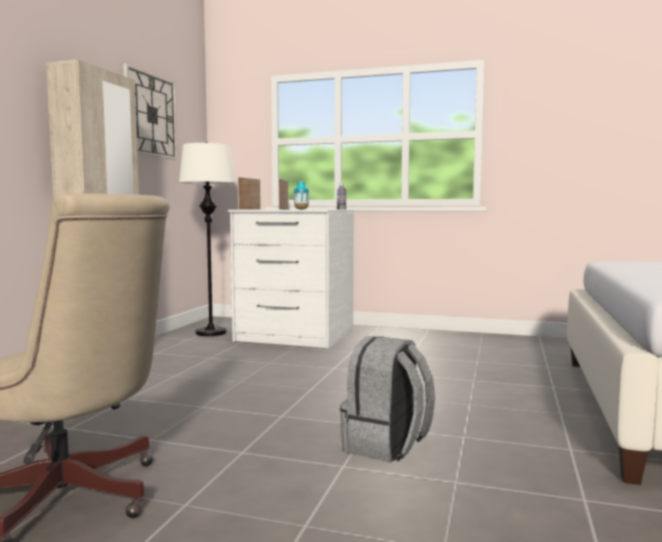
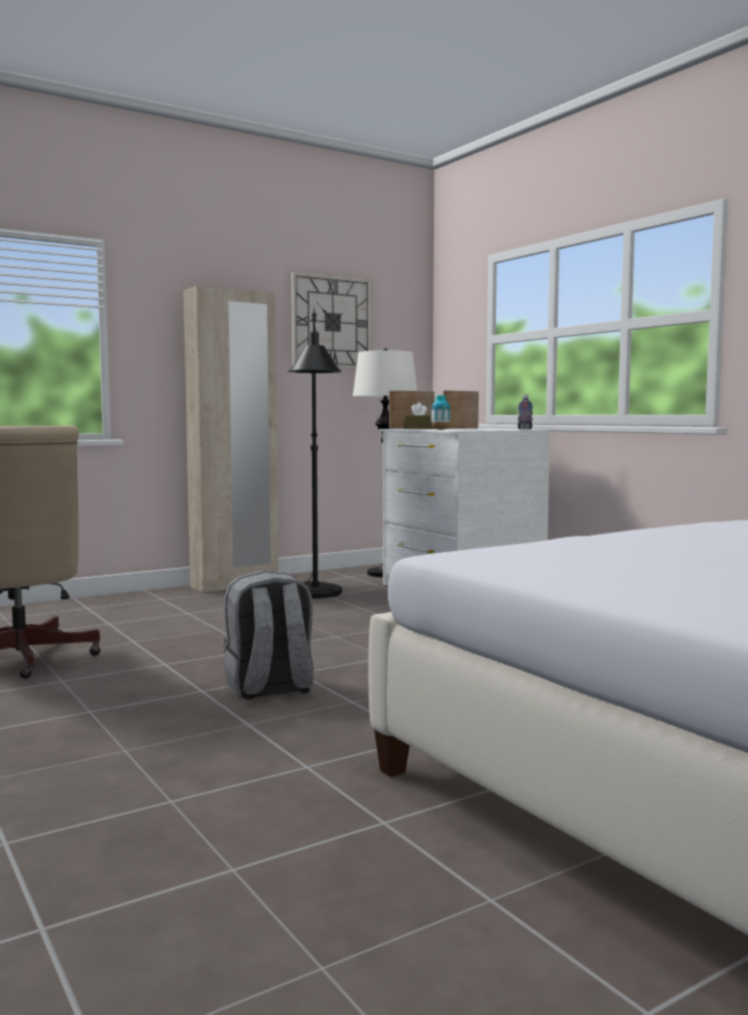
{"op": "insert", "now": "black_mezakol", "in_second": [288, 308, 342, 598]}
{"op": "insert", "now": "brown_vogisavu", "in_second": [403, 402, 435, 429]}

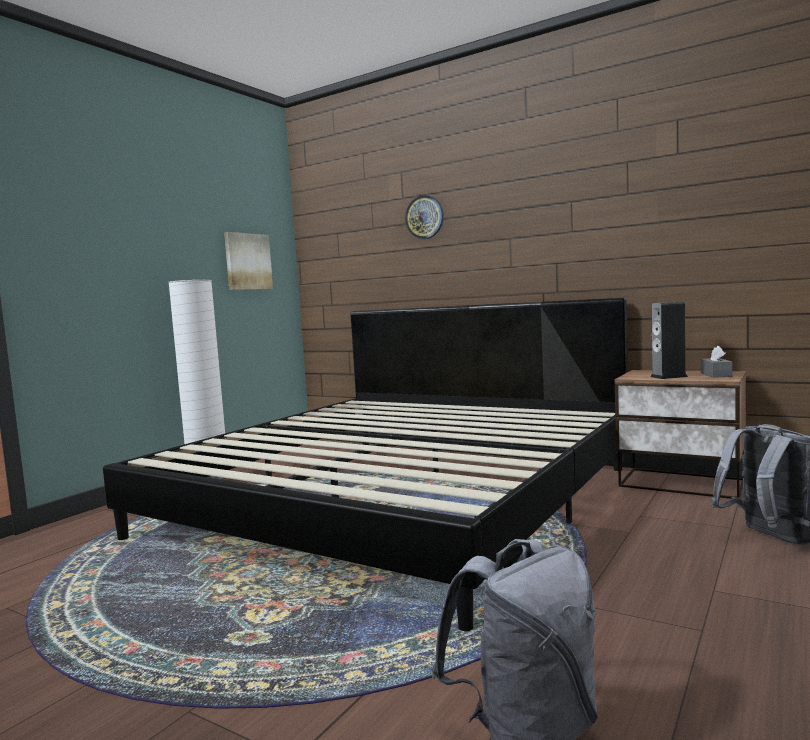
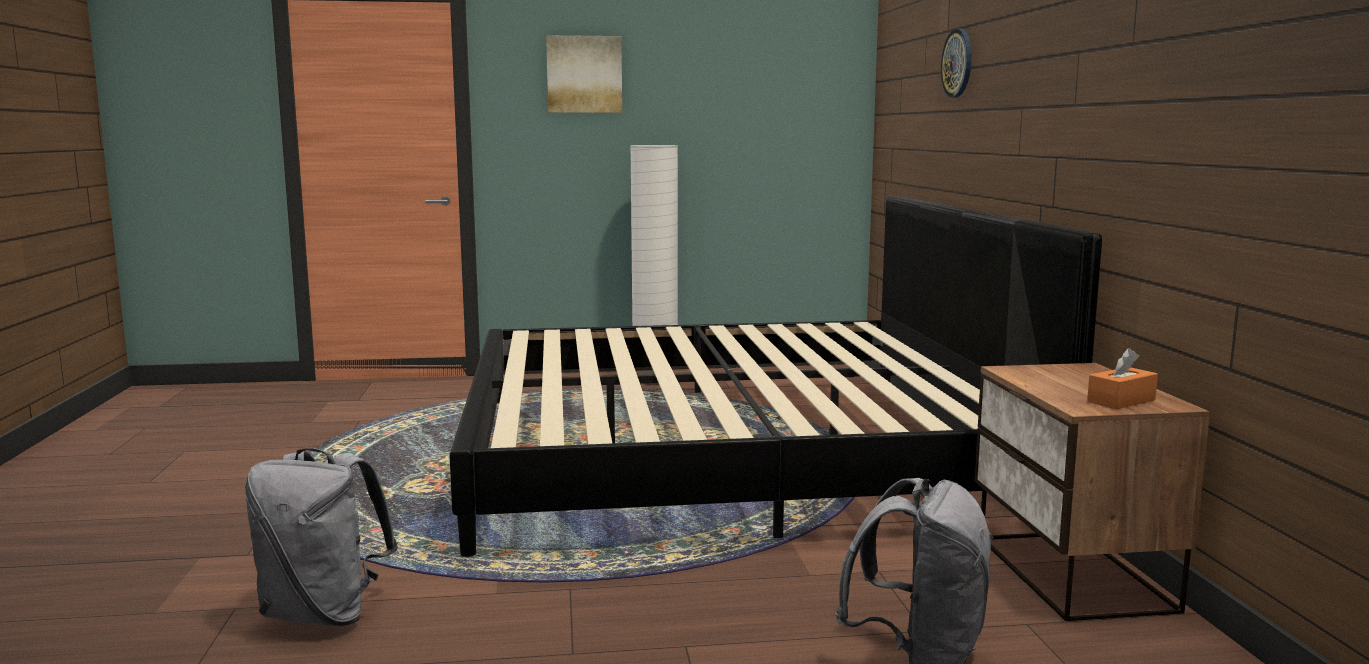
{"op": "move", "was": "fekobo", "in_first": [224, 232, 273, 290], "in_second": [546, 35, 622, 113]}
{"op": "recolor", "was": "grey_vogisavu", "now": "orange_vogisavu", "in_first": [701, 346, 732, 378], "in_second": [1087, 348, 1158, 409]}
{"op": "delete", "was": "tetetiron", "in_first": [650, 302, 688, 379]}

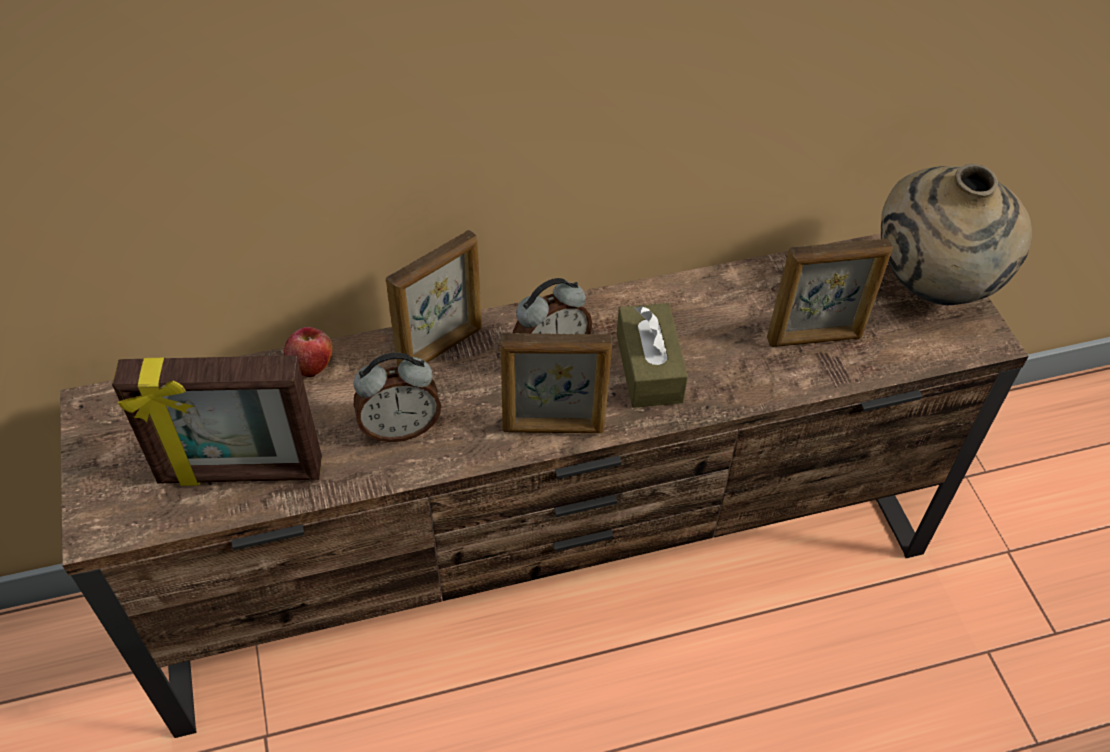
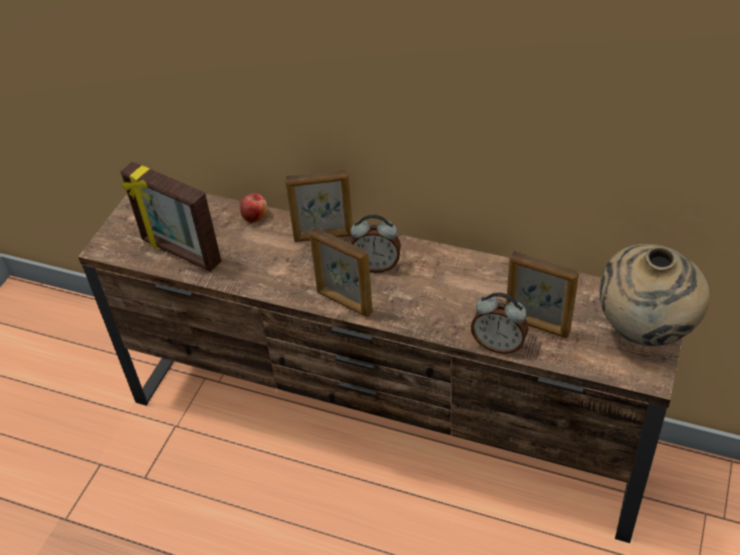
{"op": "move", "was": "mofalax", "in_first": [354, 353, 441, 442], "in_second": [471, 292, 529, 354]}
{"op": "delete", "was": "brown_vogisavu", "in_first": [617, 303, 688, 408]}

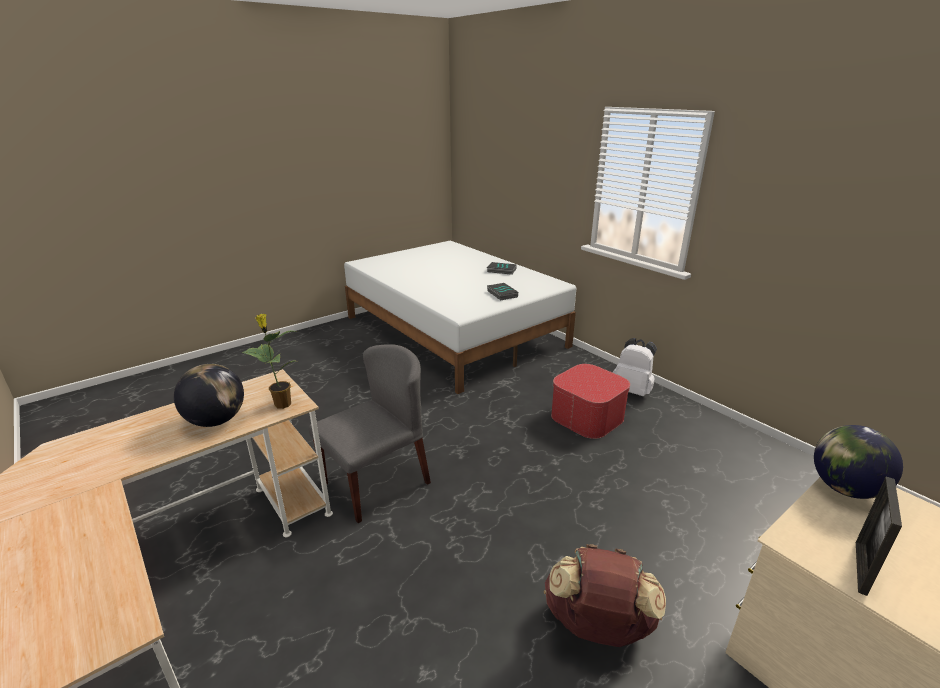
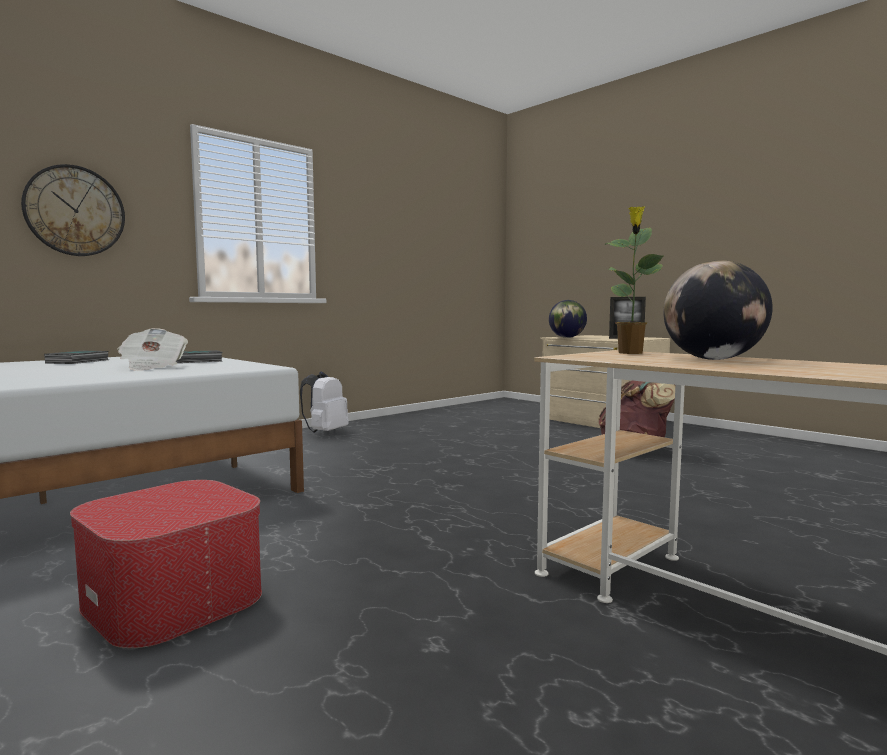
{"op": "insert", "now": "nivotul", "in_second": [21, 164, 125, 256]}
{"op": "move", "was": "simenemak", "in_first": [551, 364, 630, 439], "in_second": [70, 480, 262, 648]}
{"op": "insert", "now": "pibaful", "in_second": [117, 328, 188, 371]}
{"op": "delete", "was": "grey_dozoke", "in_first": [309, 344, 431, 523]}

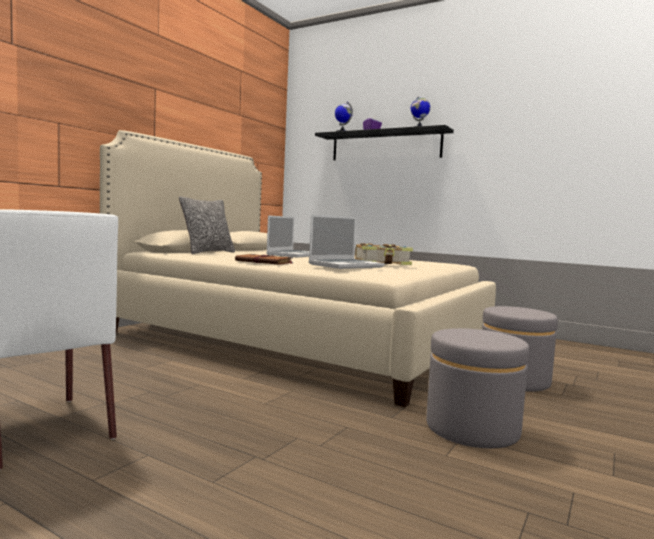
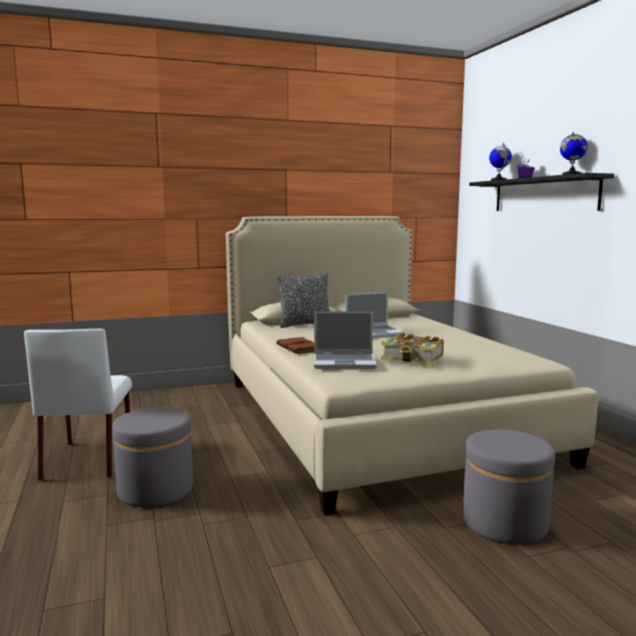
{"op": "move", "was": "grey_simenemak", "in_first": [426, 328, 529, 448], "in_second": [112, 407, 193, 507]}

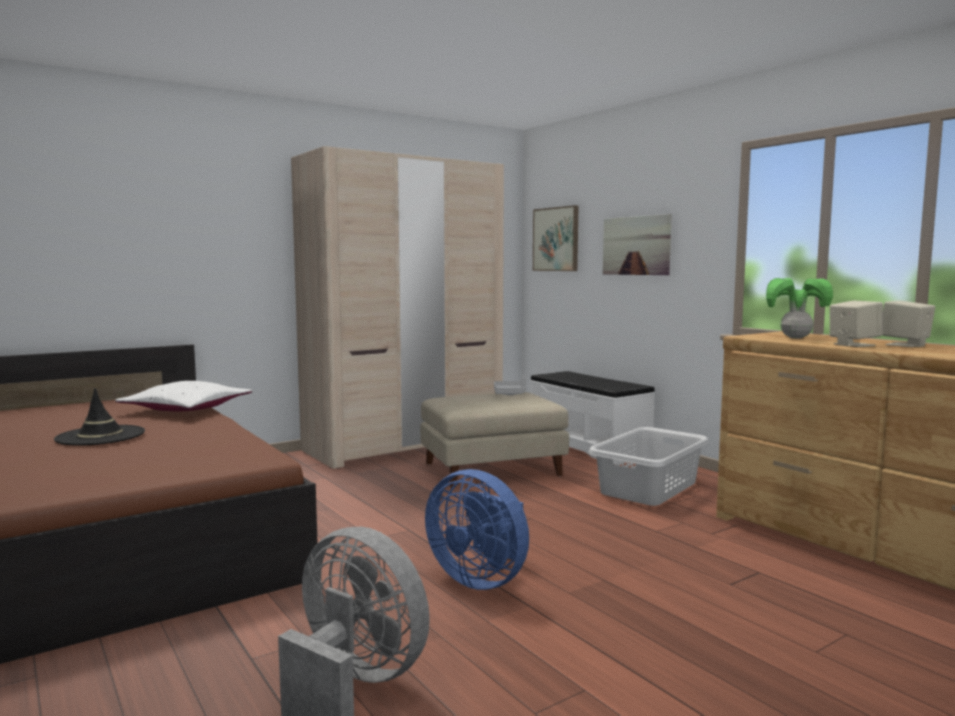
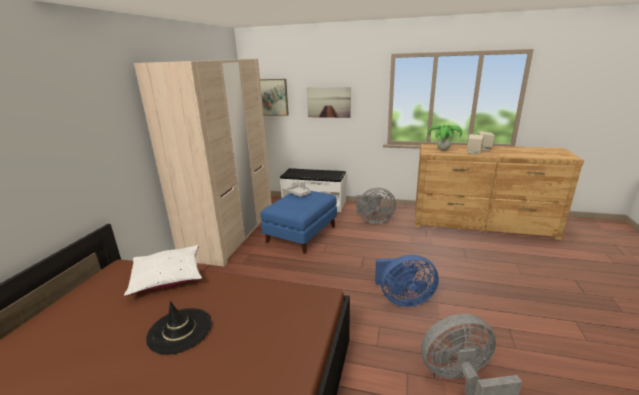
{"op": "recolor", "was": "beige_simenemak", "now": "blue_simenemak", "in_first": [420, 392, 569, 488], "in_second": [261, 191, 337, 254]}
{"op": "replace", "was": "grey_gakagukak", "now": "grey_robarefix", "in_first": [588, 427, 709, 506], "in_second": [356, 188, 396, 224]}

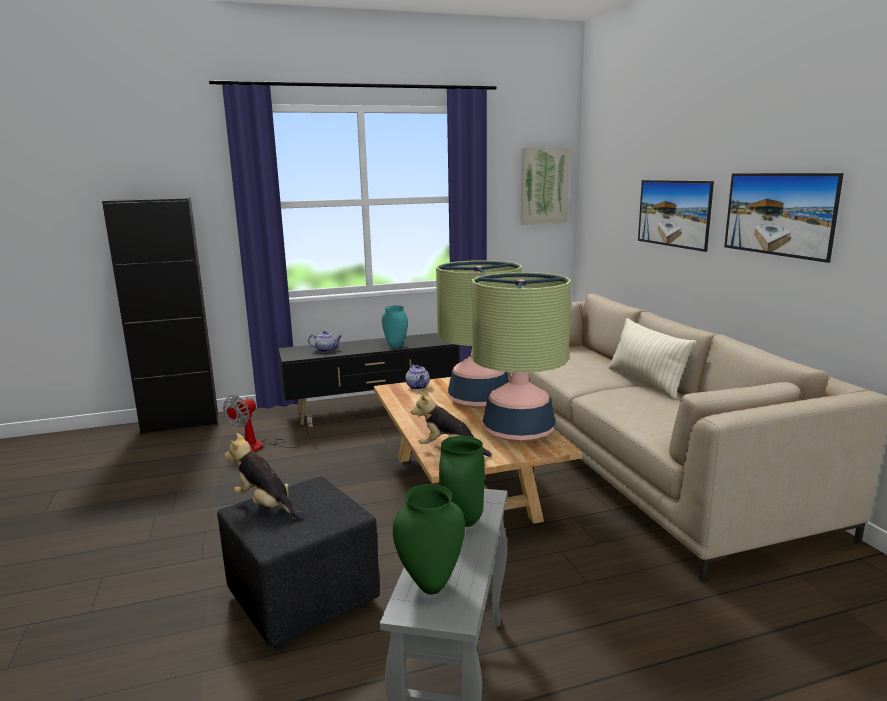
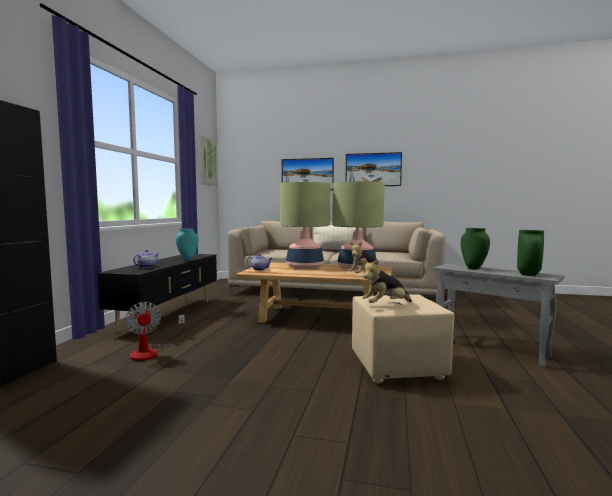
{"op": "recolor", "was": "black_simenemak", "now": "beige_simenemak", "in_first": [217, 476, 380, 649], "in_second": [352, 294, 455, 383]}

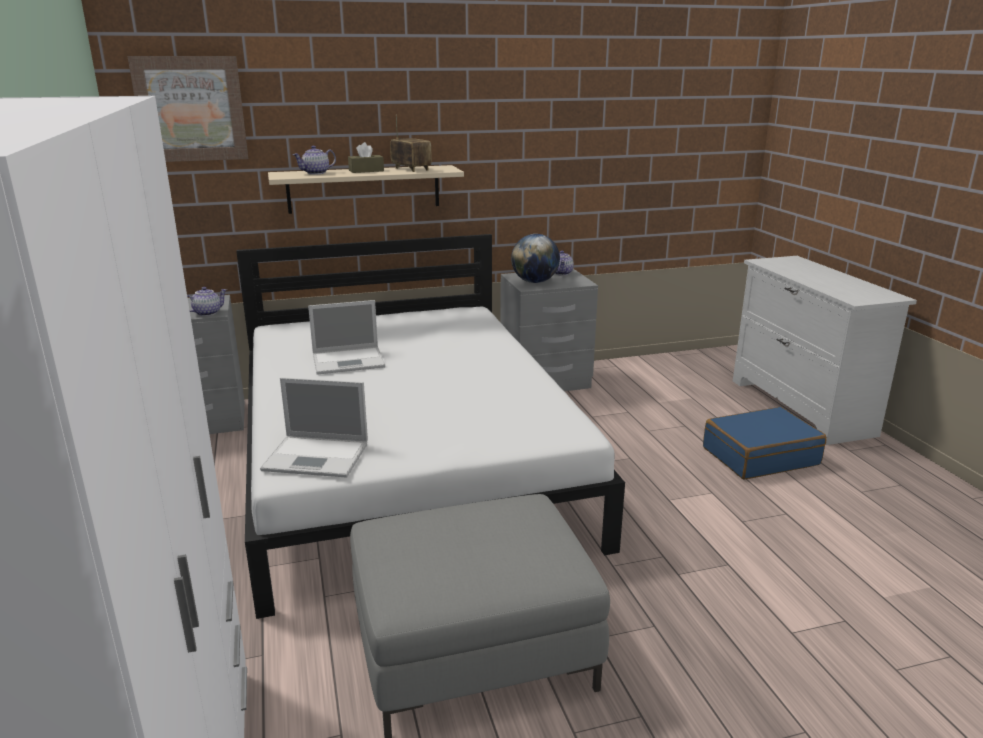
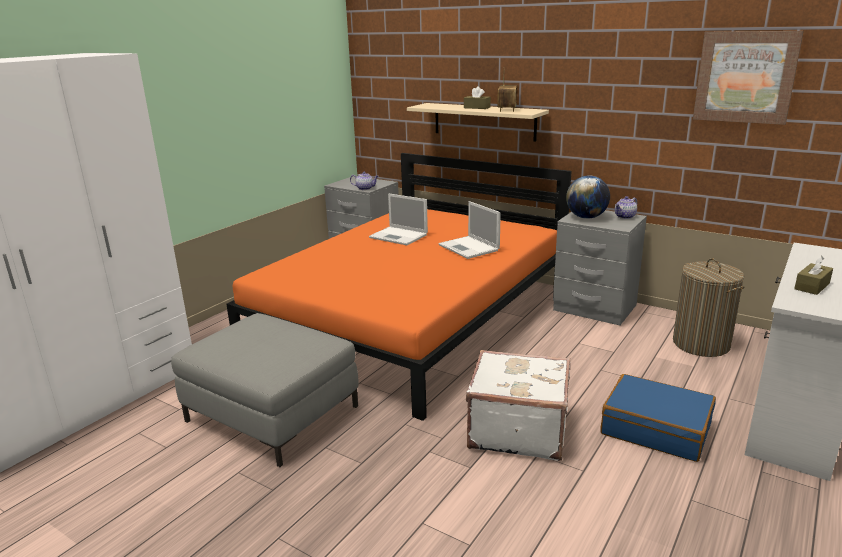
{"op": "recolor", "was": "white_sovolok", "now": "orange_sovolok", "in_first": [236, 234, 625, 619], "in_second": [226, 153, 572, 421]}
{"op": "move", "was": "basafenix", "in_first": [260, 377, 368, 478], "in_second": [439, 201, 501, 259]}
{"op": "insert", "now": "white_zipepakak", "in_second": [466, 350, 570, 461]}
{"op": "insert", "now": "gakagukak", "in_second": [673, 258, 745, 357]}
{"op": "move", "was": "fekobo", "in_first": [128, 56, 248, 162], "in_second": [693, 31, 804, 125]}
{"op": "insert", "now": "brown_vogisavu", "in_second": [794, 256, 833, 295]}
{"op": "delete", "was": "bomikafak", "in_first": [293, 146, 336, 175]}

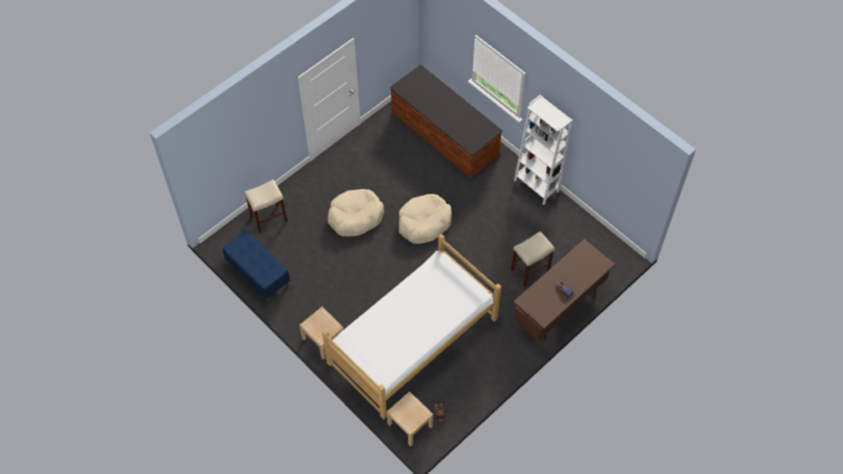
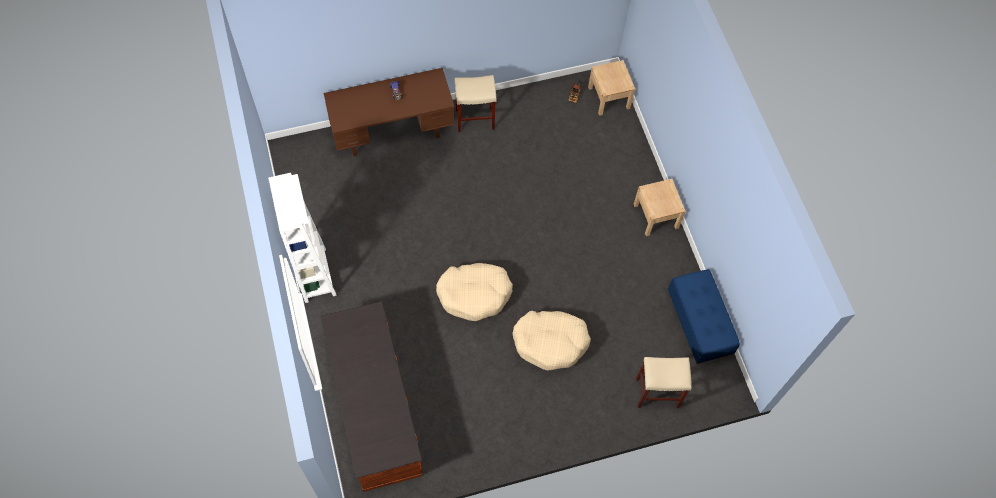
{"op": "move", "was": "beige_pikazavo", "in_first": [511, 231, 555, 287], "in_second": [455, 75, 496, 132]}
{"op": "delete", "was": "sovolok", "in_first": [322, 234, 501, 420]}

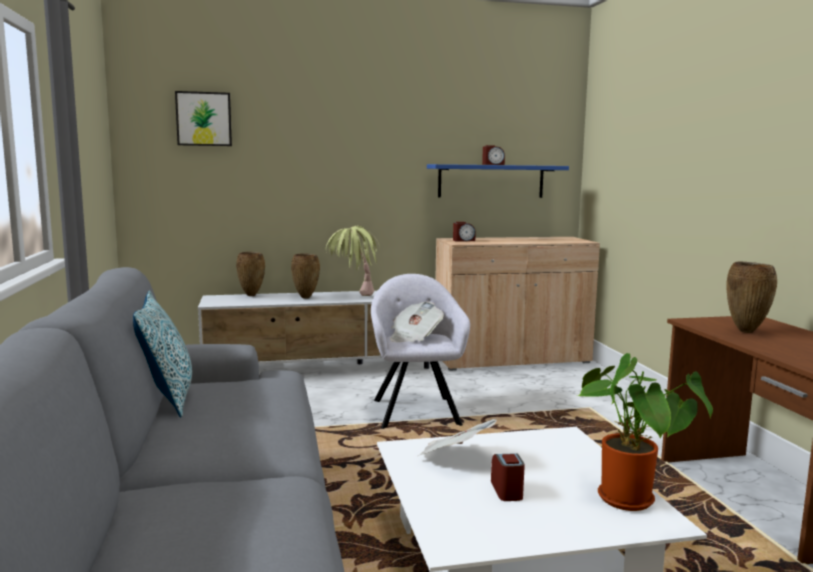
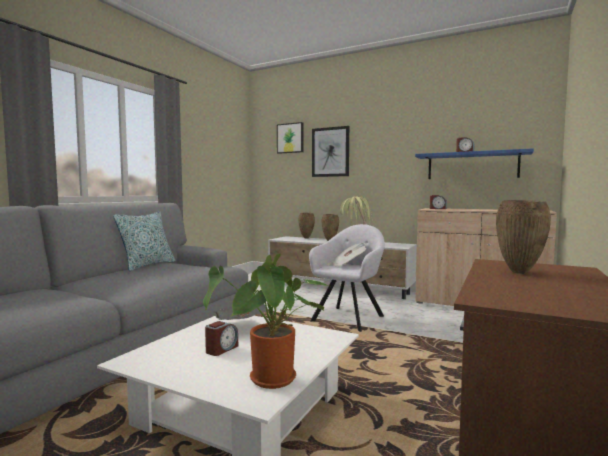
{"op": "insert", "now": "fekobo", "in_second": [312, 126, 349, 177]}

